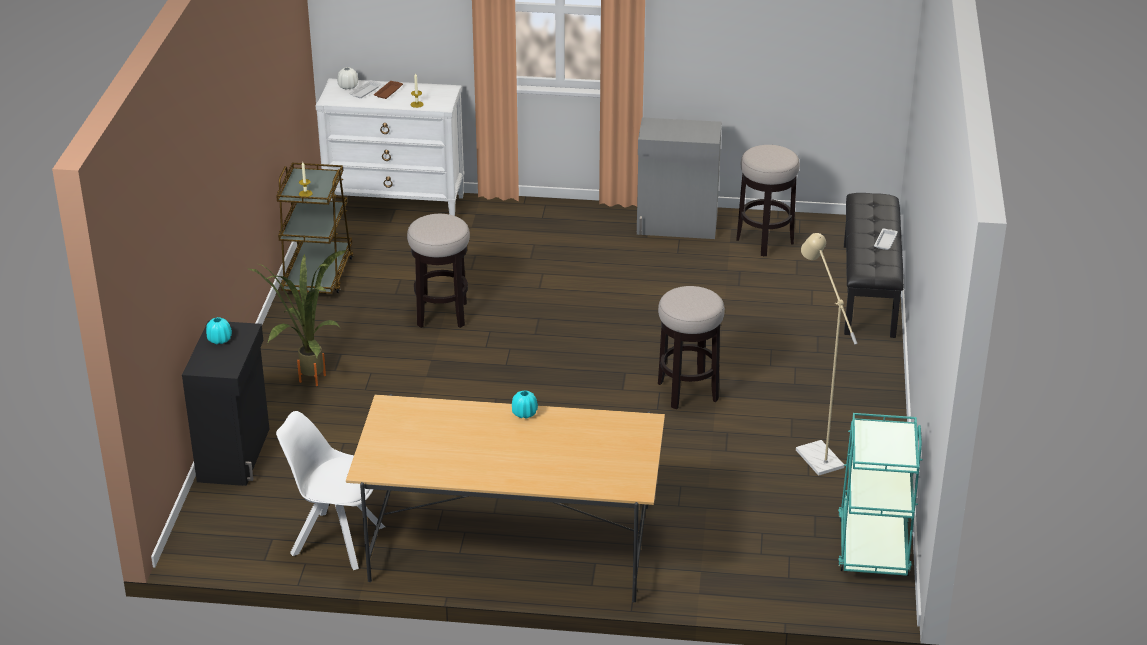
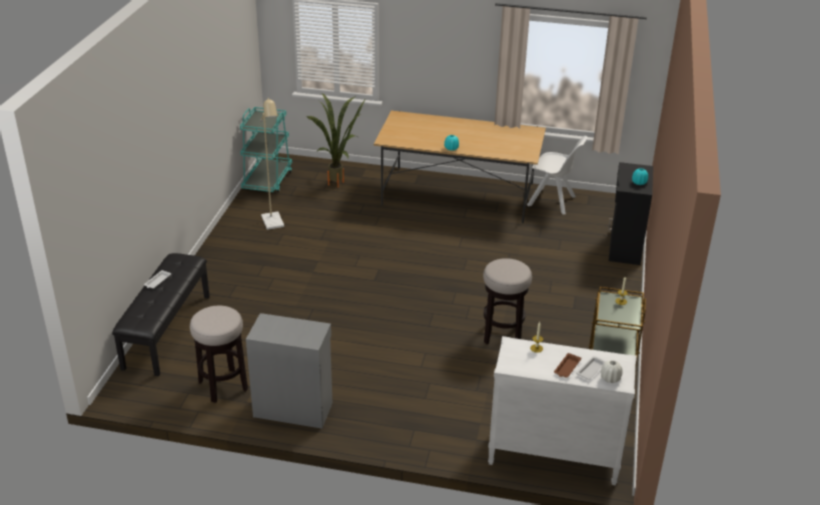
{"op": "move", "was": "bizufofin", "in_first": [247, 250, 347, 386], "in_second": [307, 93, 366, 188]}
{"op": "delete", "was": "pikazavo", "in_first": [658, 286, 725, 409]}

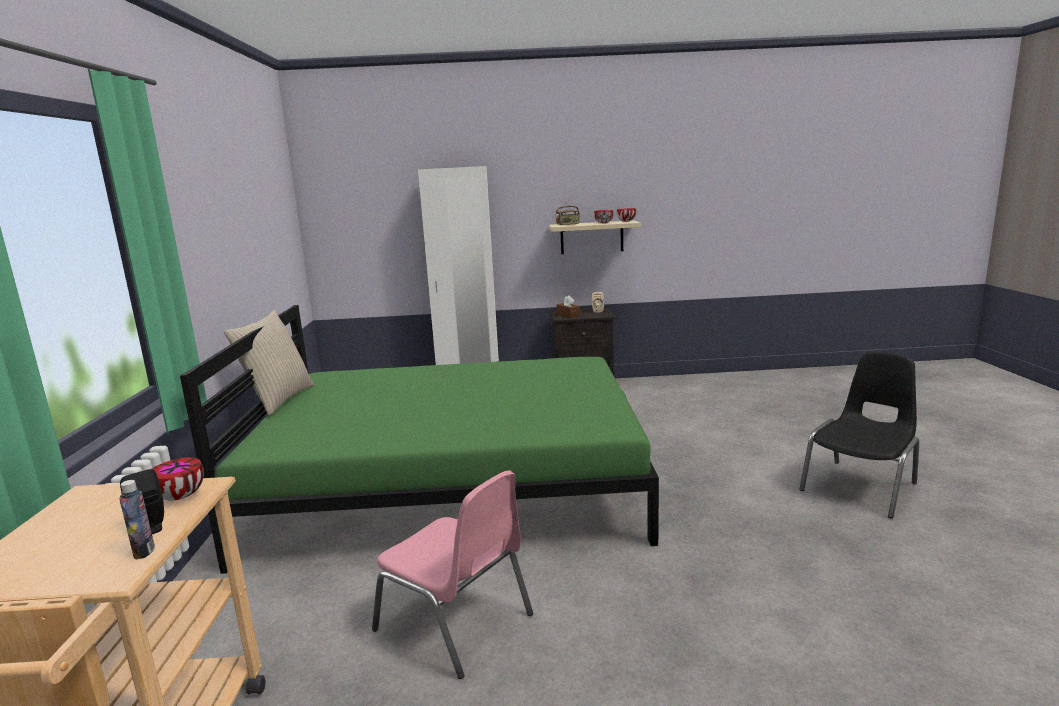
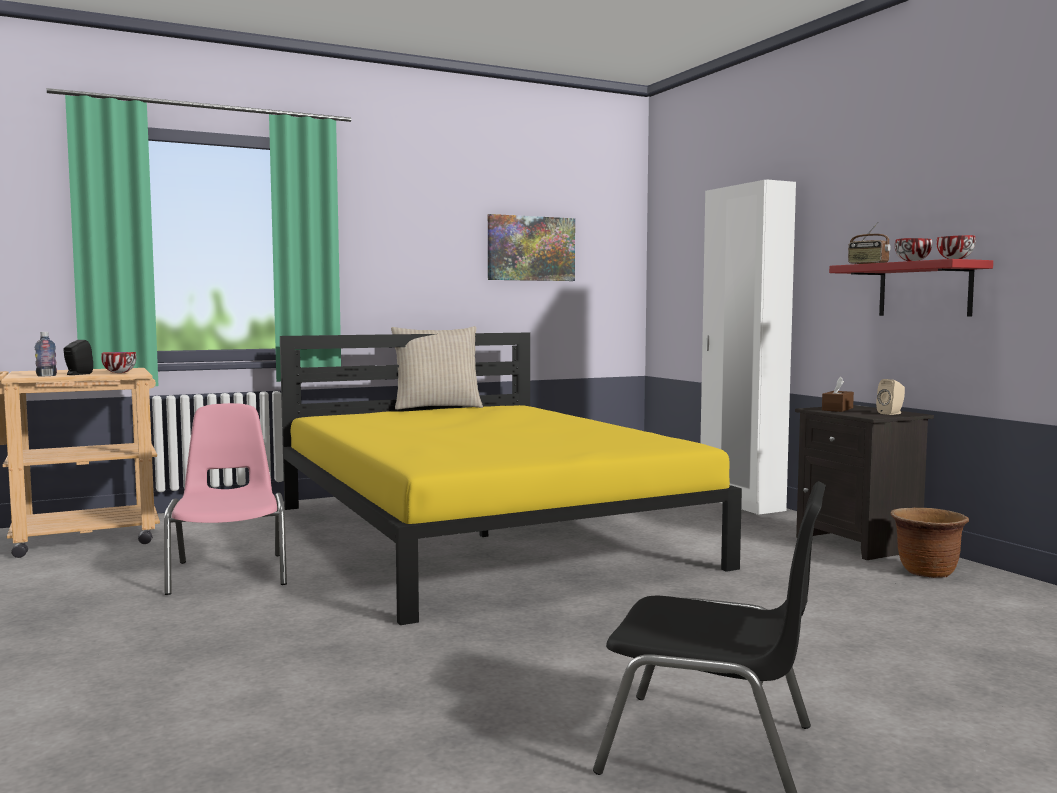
{"op": "rotate", "was": "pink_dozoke", "in_first": [372, 470, 533, 679], "in_second": [164, 403, 287, 595], "clockwise": 150}
{"op": "recolor", "was": "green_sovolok", "now": "yellow_sovolok", "in_first": [180, 305, 659, 574], "in_second": [280, 333, 742, 625]}
{"op": "insert", "now": "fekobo", "in_second": [488, 214, 575, 281]}
{"op": "recolor", "was": "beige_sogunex", "now": "red_sogunex", "in_first": [549, 220, 641, 254], "in_second": [829, 259, 993, 317]}
{"op": "insert", "now": "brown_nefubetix", "in_second": [891, 508, 969, 578]}

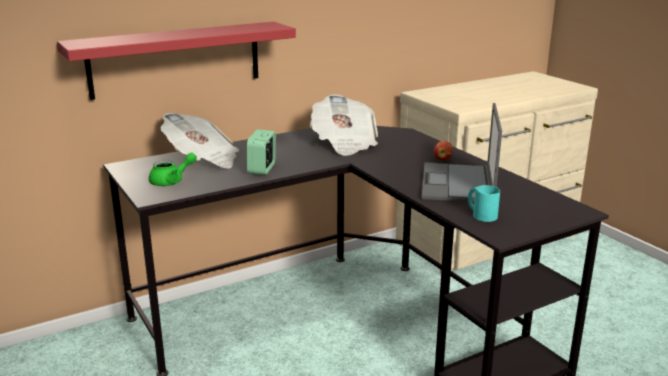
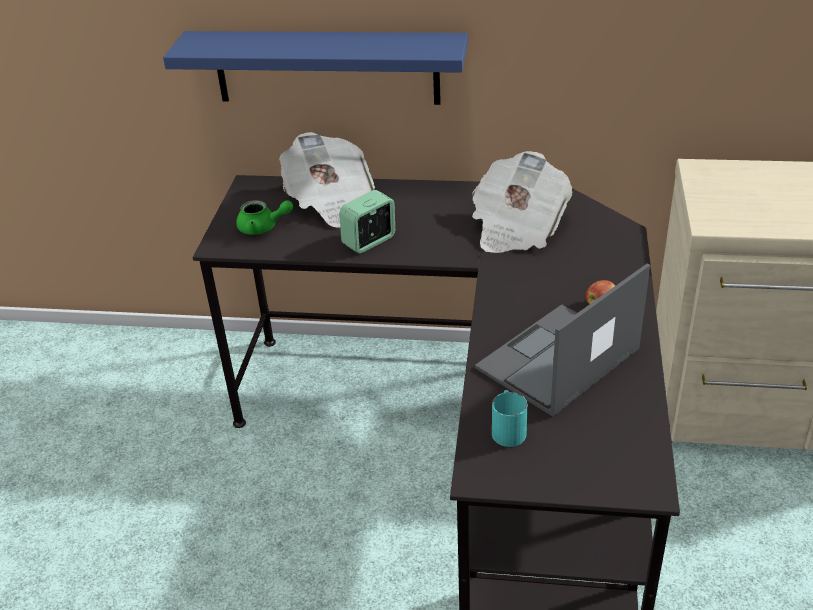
{"op": "recolor", "was": "red_sogunex", "now": "blue_sogunex", "in_first": [57, 22, 296, 100], "in_second": [163, 31, 468, 105]}

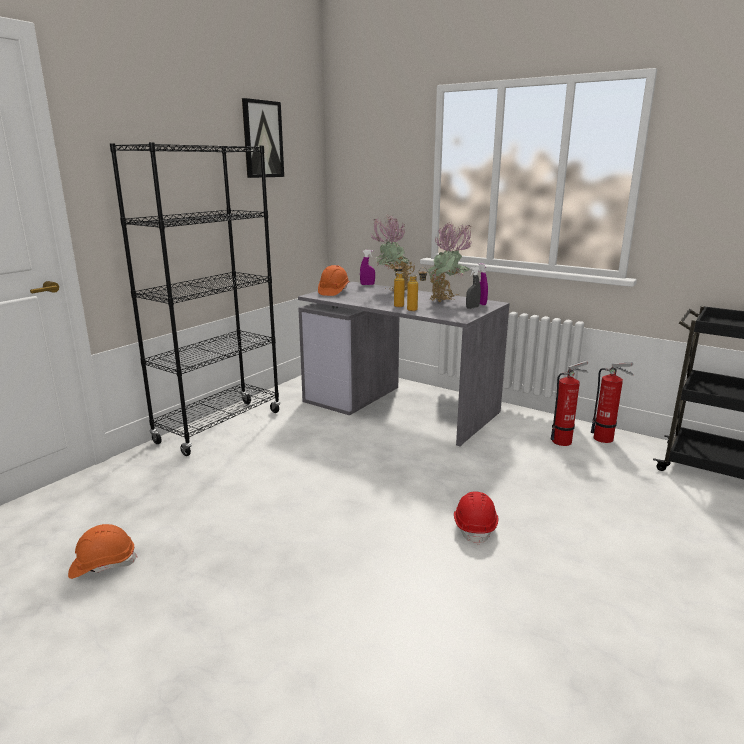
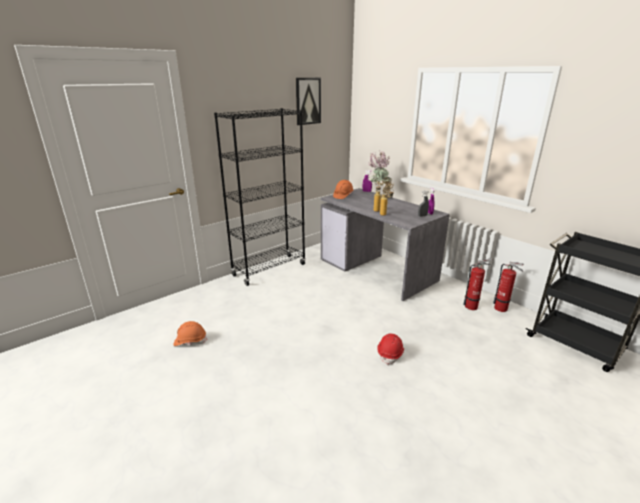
{"op": "delete", "was": "bizufofin", "in_first": [428, 222, 472, 302]}

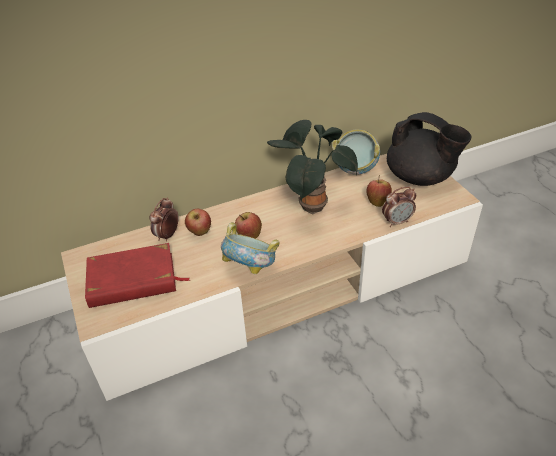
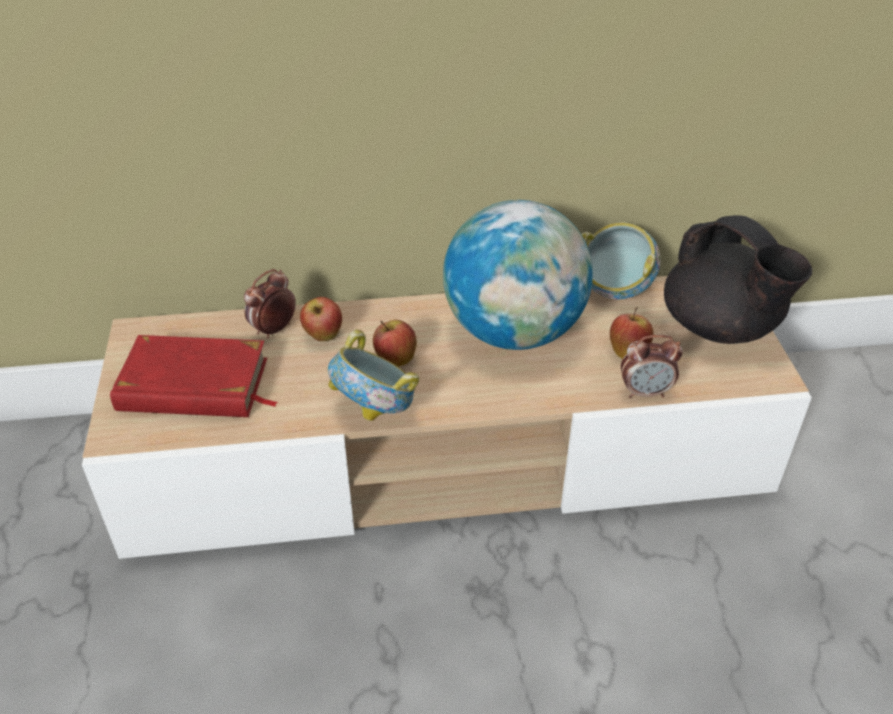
{"op": "replace", "was": "bizufofin", "now": "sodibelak", "in_first": [267, 120, 358, 215], "in_second": [443, 200, 593, 350]}

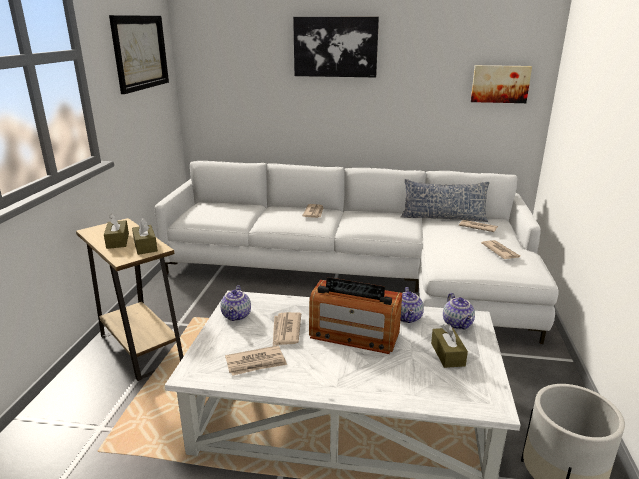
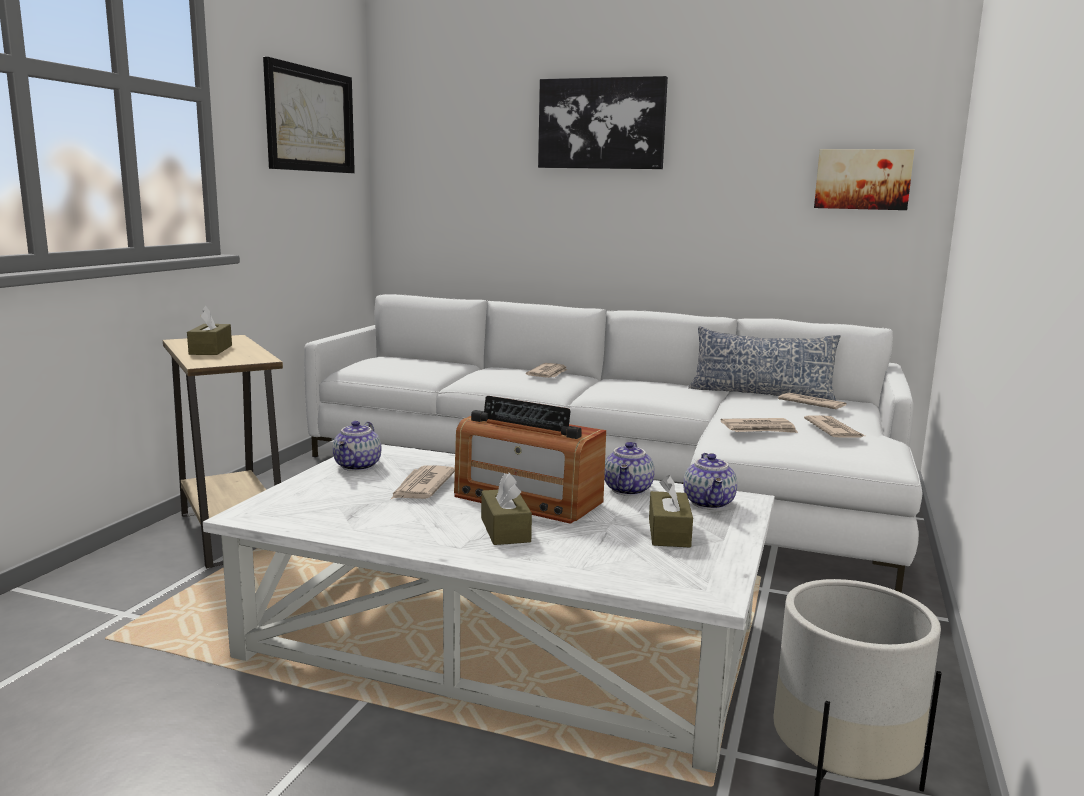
{"op": "move", "was": "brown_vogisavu", "in_first": [132, 218, 158, 255], "in_second": [481, 473, 532, 545]}
{"op": "move", "was": "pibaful", "in_first": [225, 345, 287, 376], "in_second": [721, 418, 798, 433]}

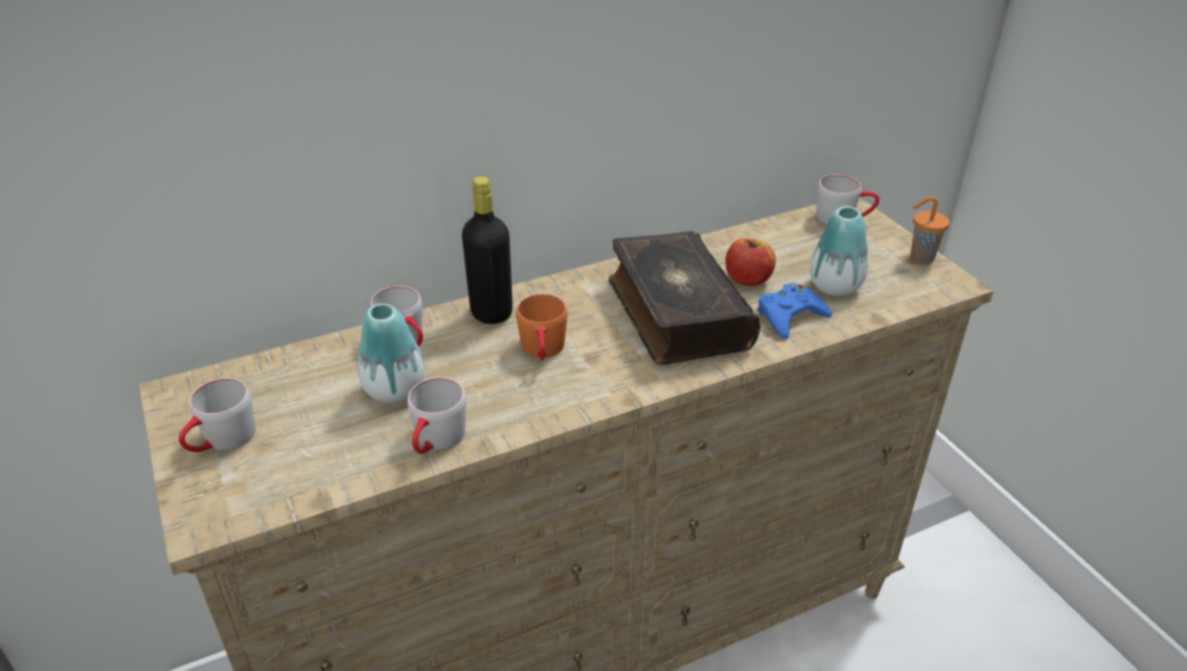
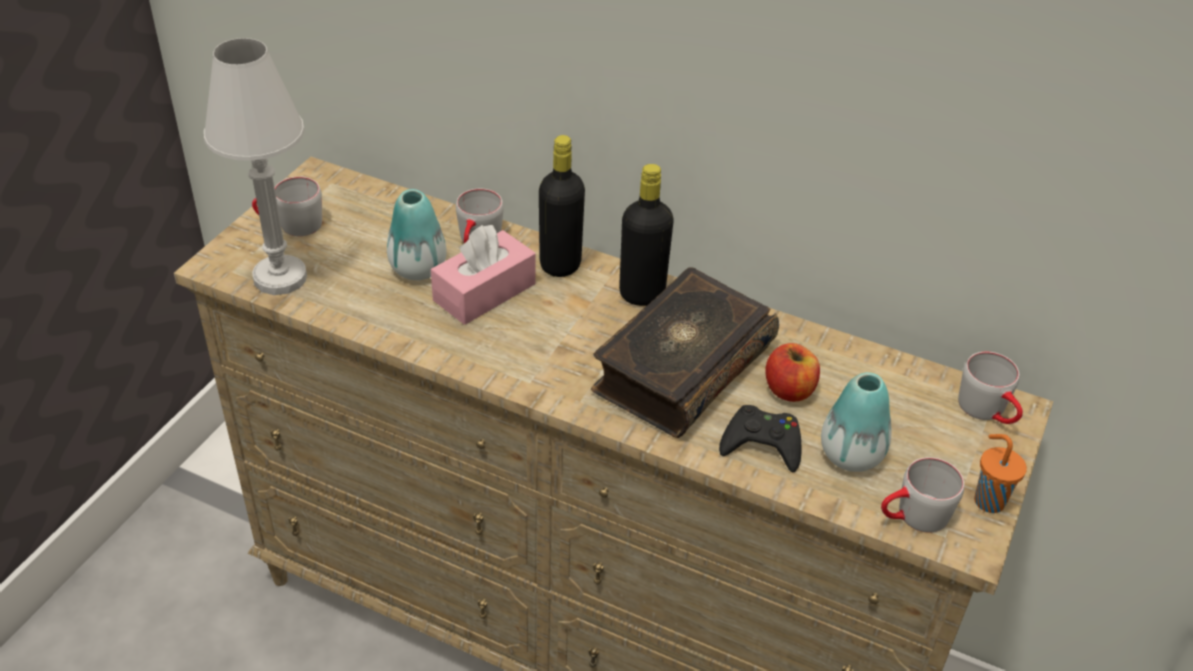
{"op": "insert", "now": "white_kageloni", "in_second": [204, 38, 307, 295]}
{"op": "insert", "now": "pink_vogisavu", "in_second": [431, 225, 536, 325]}
{"op": "insert", "now": "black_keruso", "in_second": [619, 164, 674, 306]}
{"op": "recolor", "was": "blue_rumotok", "now": "black_rumotok", "in_first": [757, 283, 832, 339], "in_second": [719, 405, 801, 472]}
{"op": "move", "was": "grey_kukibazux", "in_first": [408, 377, 466, 454], "in_second": [881, 457, 964, 533]}
{"op": "delete", "was": "orange_kukibazux", "in_first": [516, 294, 567, 361]}

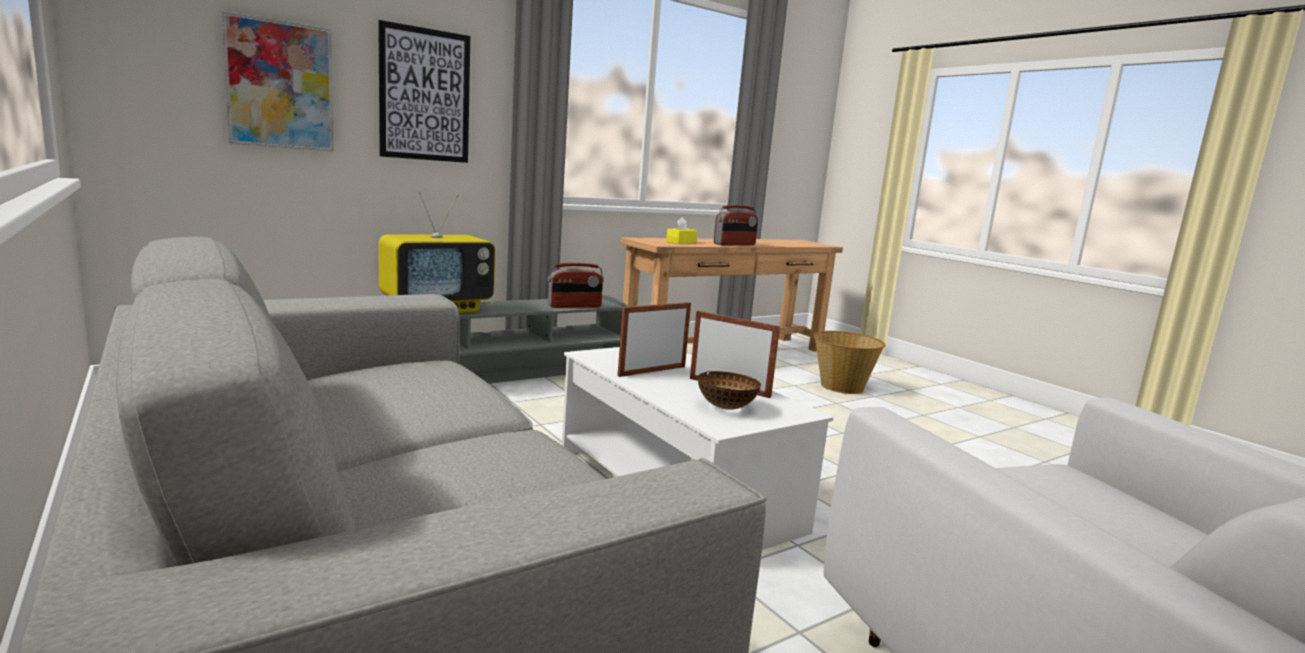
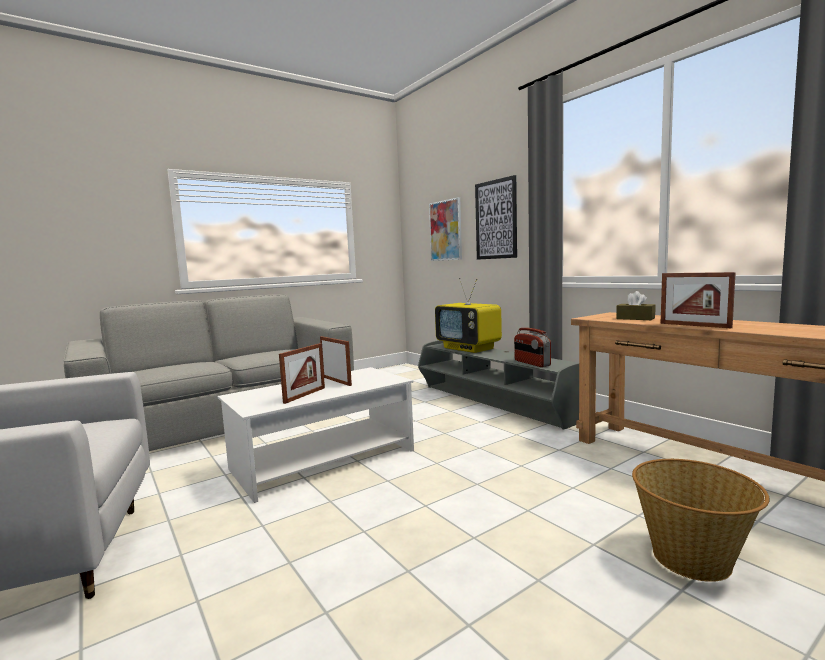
{"op": "recolor", "was": "yellow_vogisavu", "now": "brown_vogisavu", "in_first": [666, 217, 697, 244], "in_second": [616, 291, 655, 320]}
{"op": "replace", "was": "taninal", "now": "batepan", "in_first": [714, 205, 758, 245], "in_second": [661, 272, 736, 328]}
{"op": "delete", "was": "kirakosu", "in_first": [698, 371, 761, 410]}

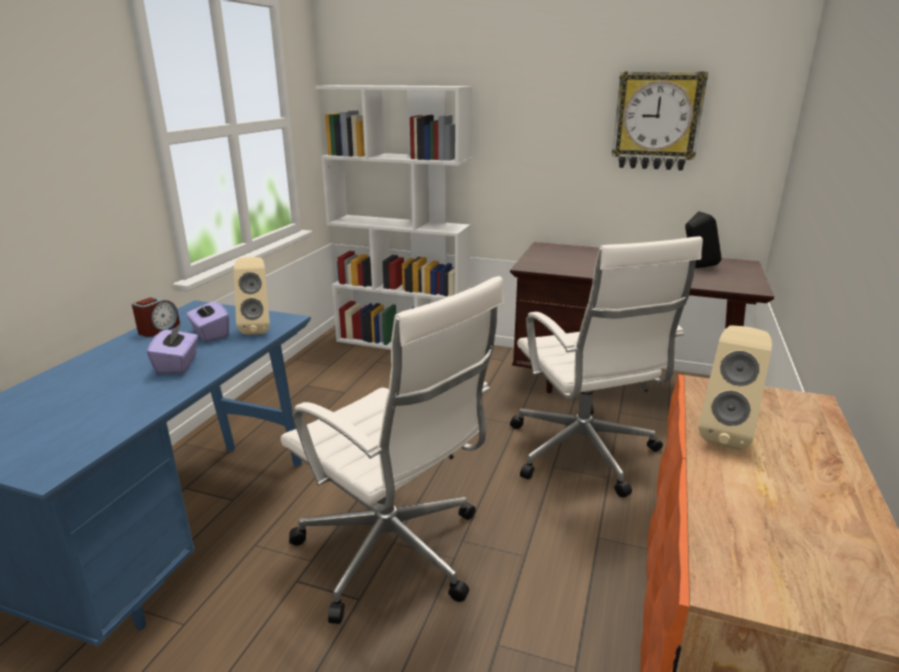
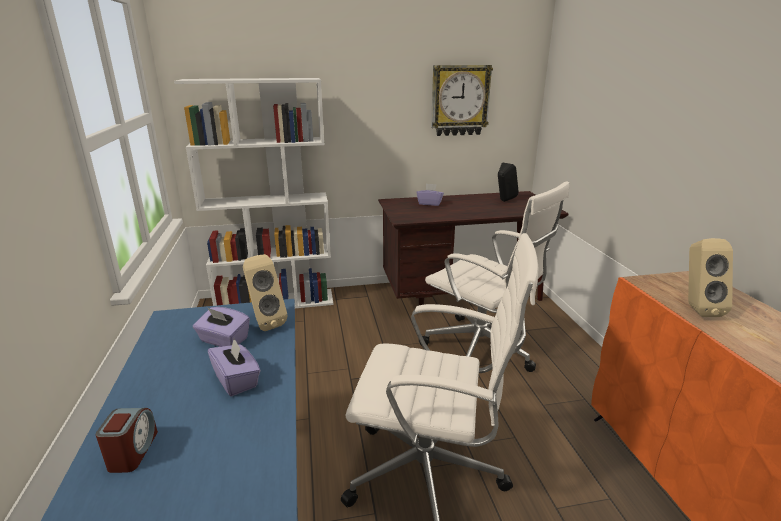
{"op": "move", "was": "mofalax", "in_first": [132, 297, 180, 337], "in_second": [96, 408, 158, 473]}
{"op": "insert", "now": "purple_vogisavu", "in_second": [417, 183, 444, 206]}

